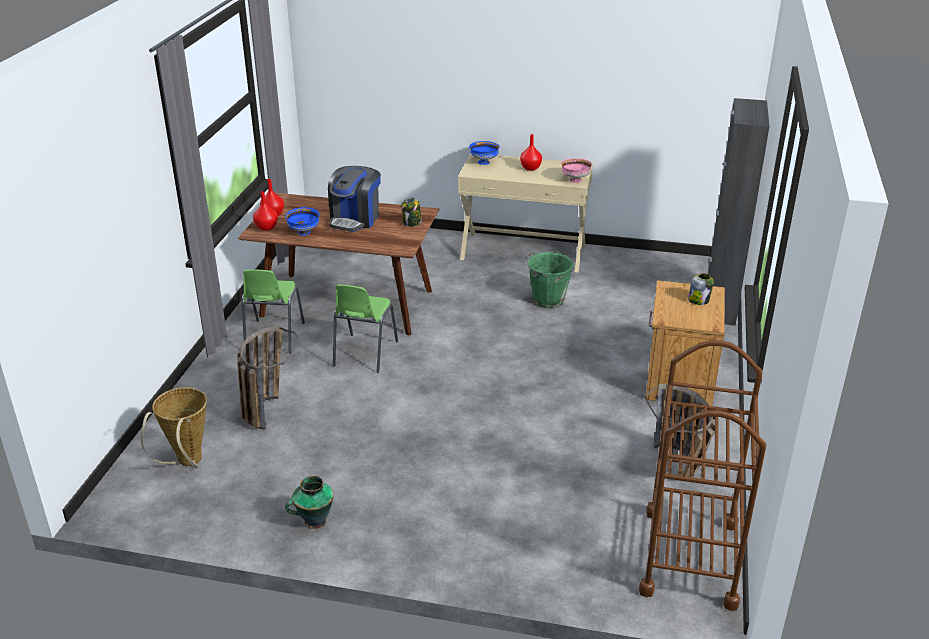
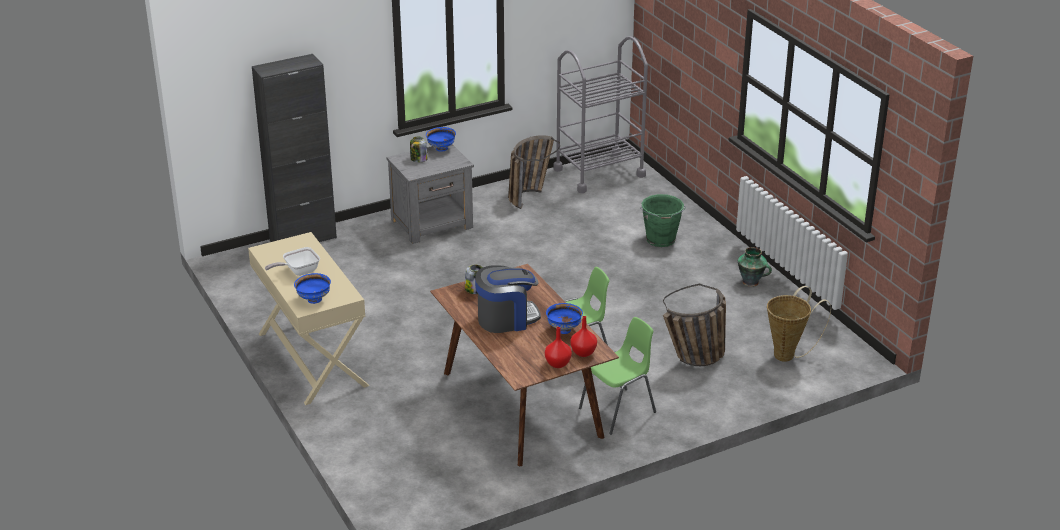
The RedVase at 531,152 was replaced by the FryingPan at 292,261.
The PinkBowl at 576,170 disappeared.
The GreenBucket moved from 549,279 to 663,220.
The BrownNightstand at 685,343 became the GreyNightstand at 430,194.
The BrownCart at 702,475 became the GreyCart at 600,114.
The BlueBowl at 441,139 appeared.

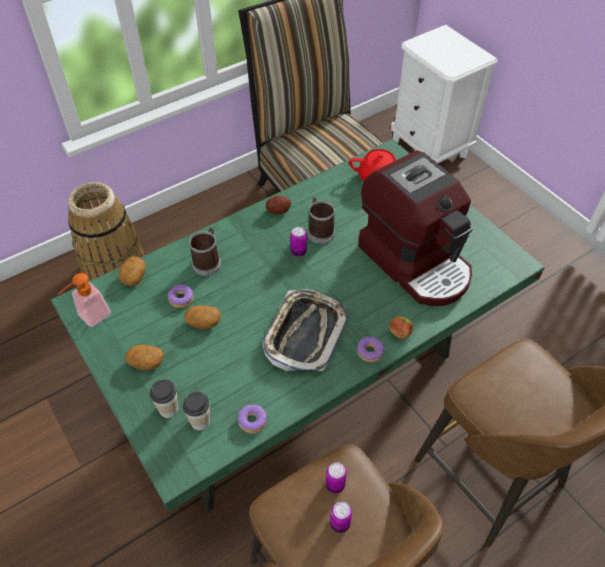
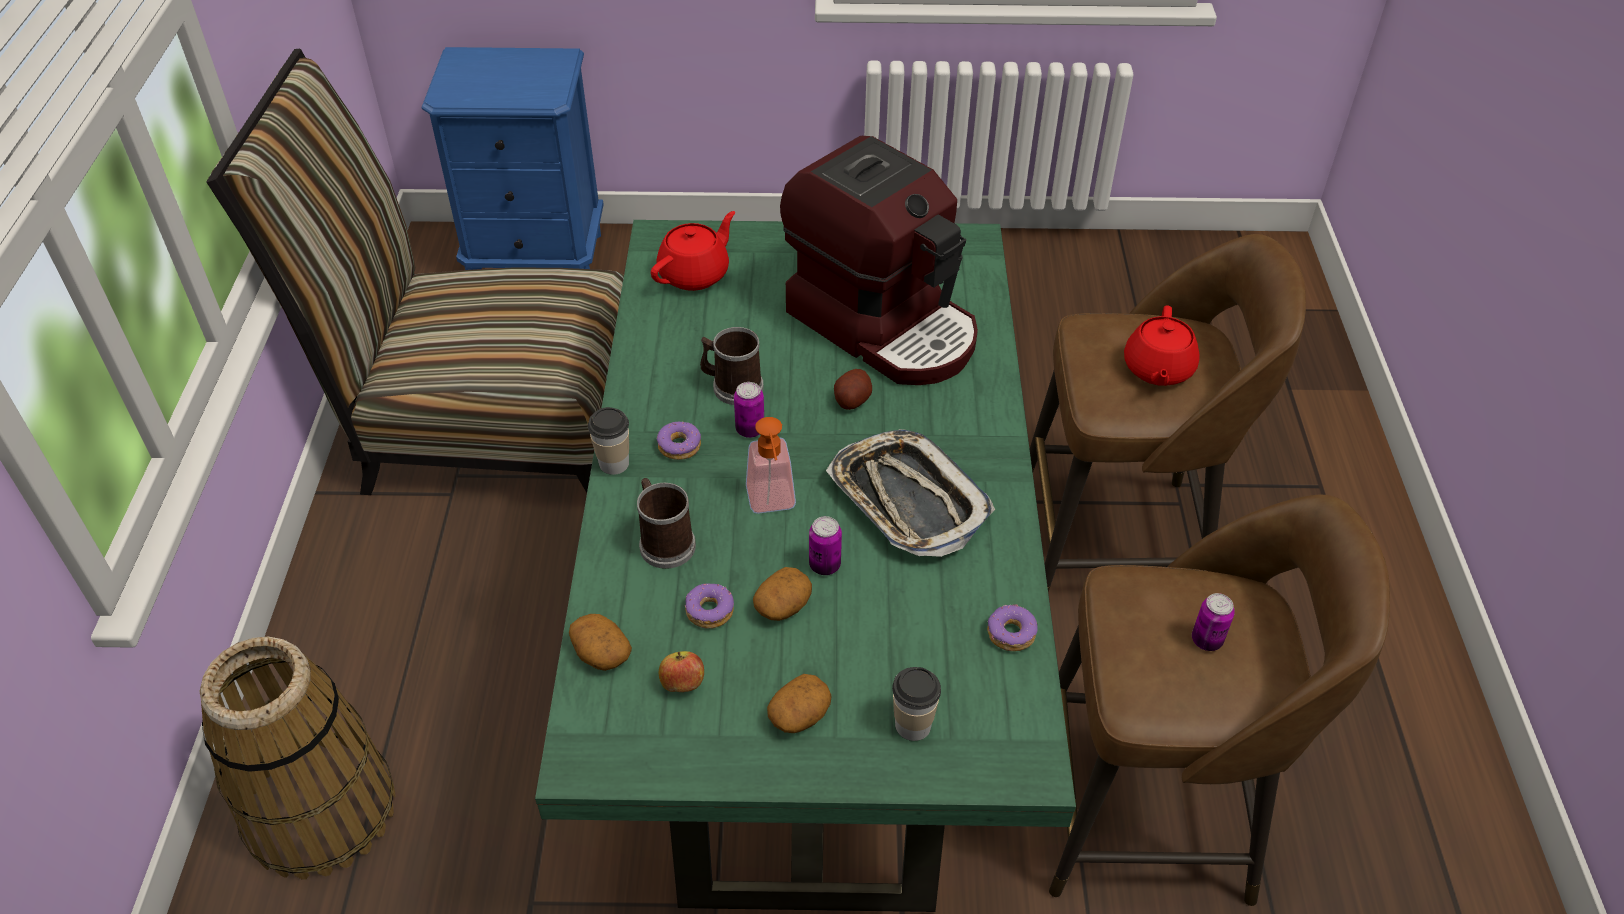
The WhiteNightstand at 444,94 became the BlueNightstand at 513,158.
The CoffeeMachine at 415,228 turned 45 degrees clockwise.
The Potato moved from 278,205 to 853,389.
The SoapDispenser moved from 84,300 to 771,465.
The Apple moved from 401,327 to 681,671.
The Donut moved from 370,349 to 679,441.
The Cup moved from 196,410 to 608,441.
The Can moved from 336,478 to 825,545.
The RedTeapot at 1162,346 appeared.

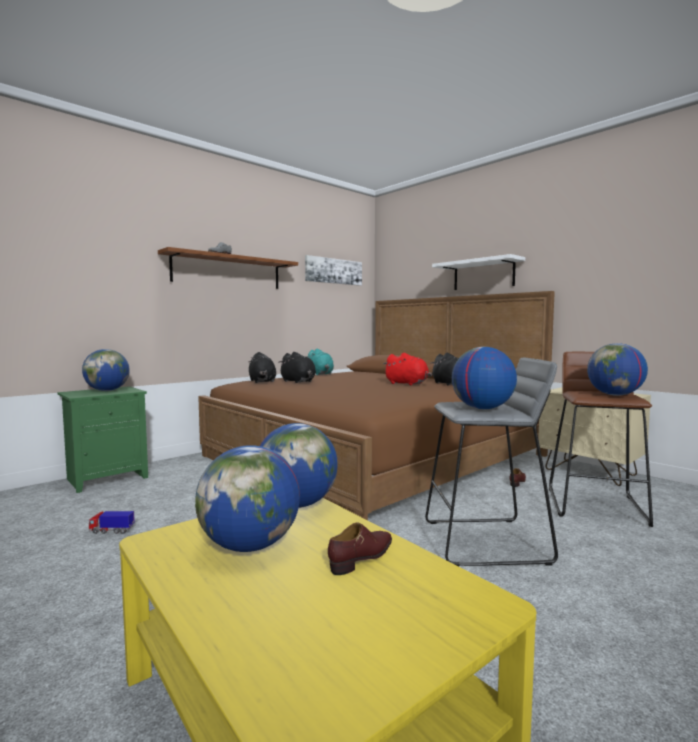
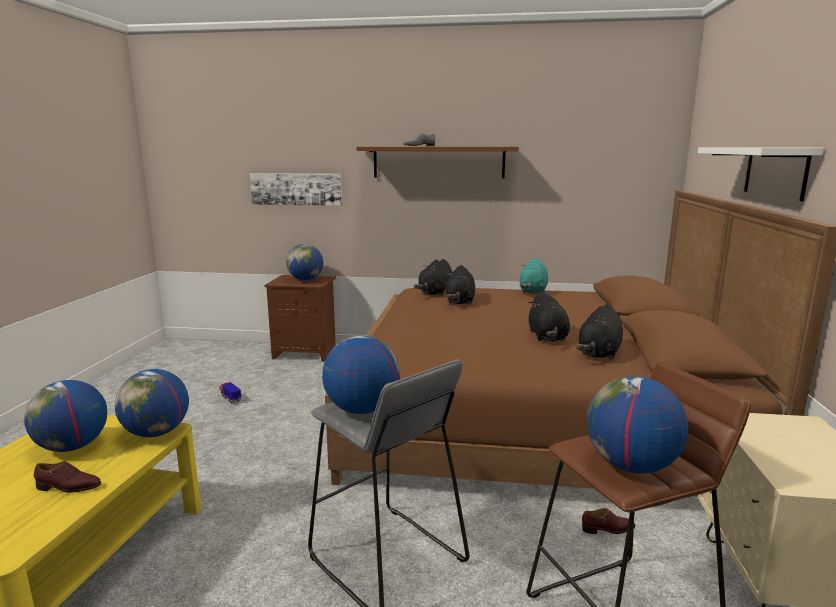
The Picture moved from 333,270 to 296,189.
The RedPlushToy at 407,369 became the BlackPlushToy at 549,316.
The GreenNightstand at 102,439 became the BrownNightstand at 300,318.

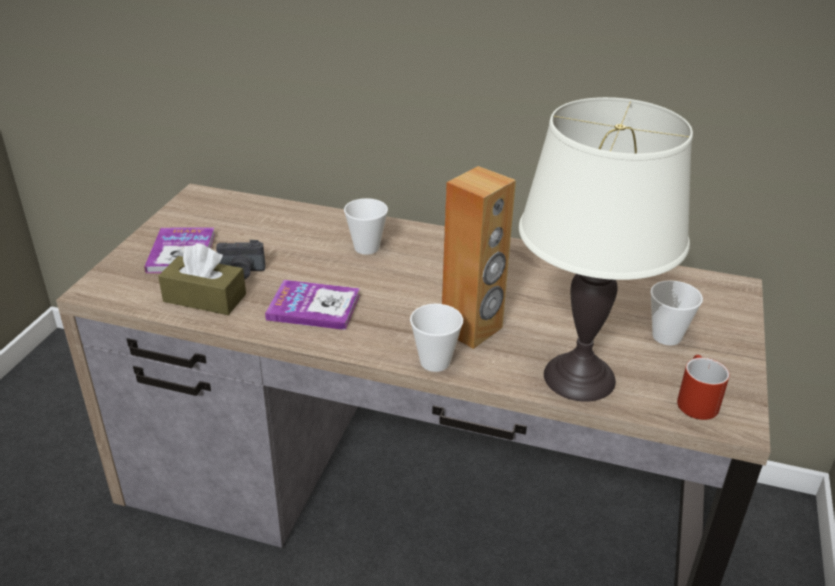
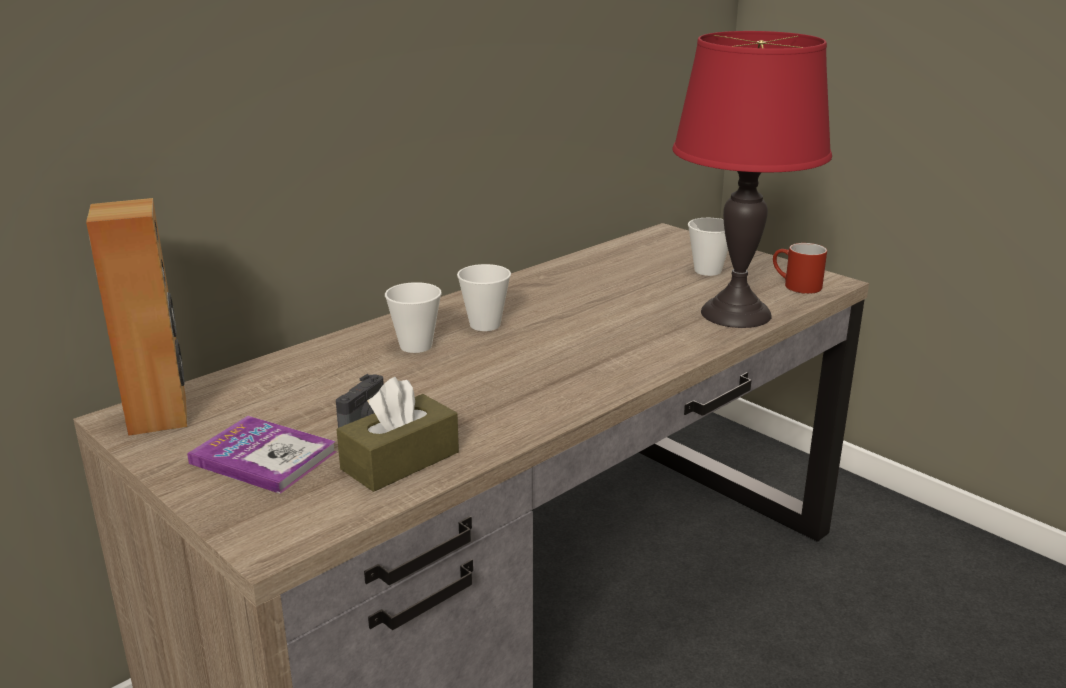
The WhiteTableLamp at 606,249 became the RedTableLamp at 752,179.
The BrownSpeaker moved from 479,257 to 136,317.
The Book at 312,305 disappeared.
The Cup moved from 436,338 to 484,297.

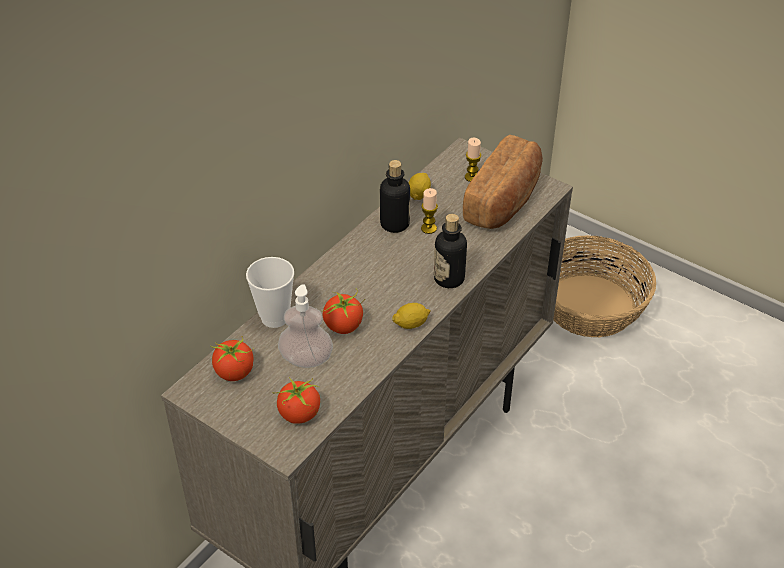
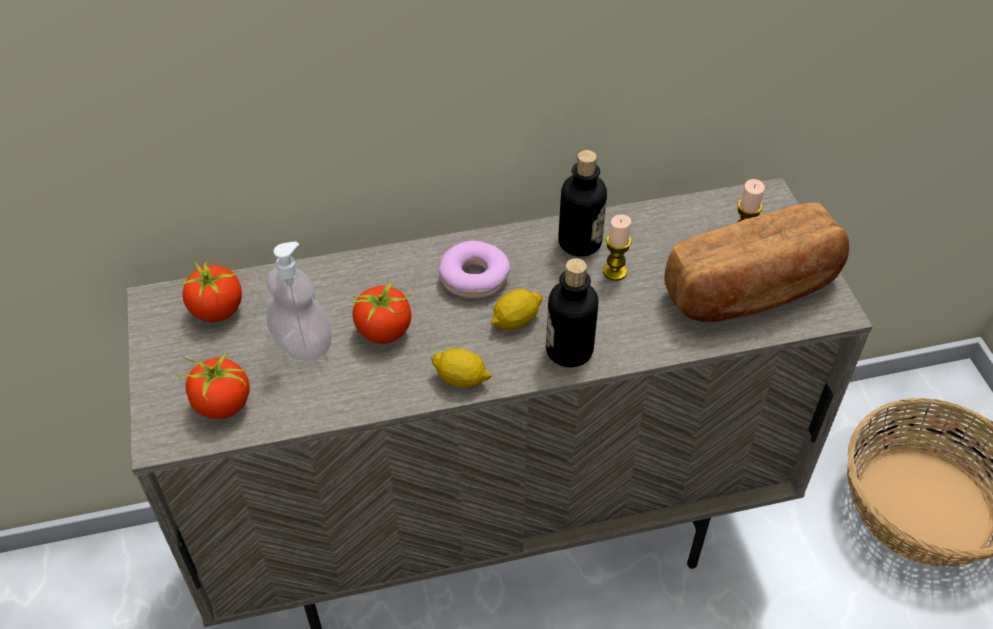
The Lemon moved from 420,186 to 517,309.
The Cup at 270,292 disappeared.
The Donut at 474,269 appeared.

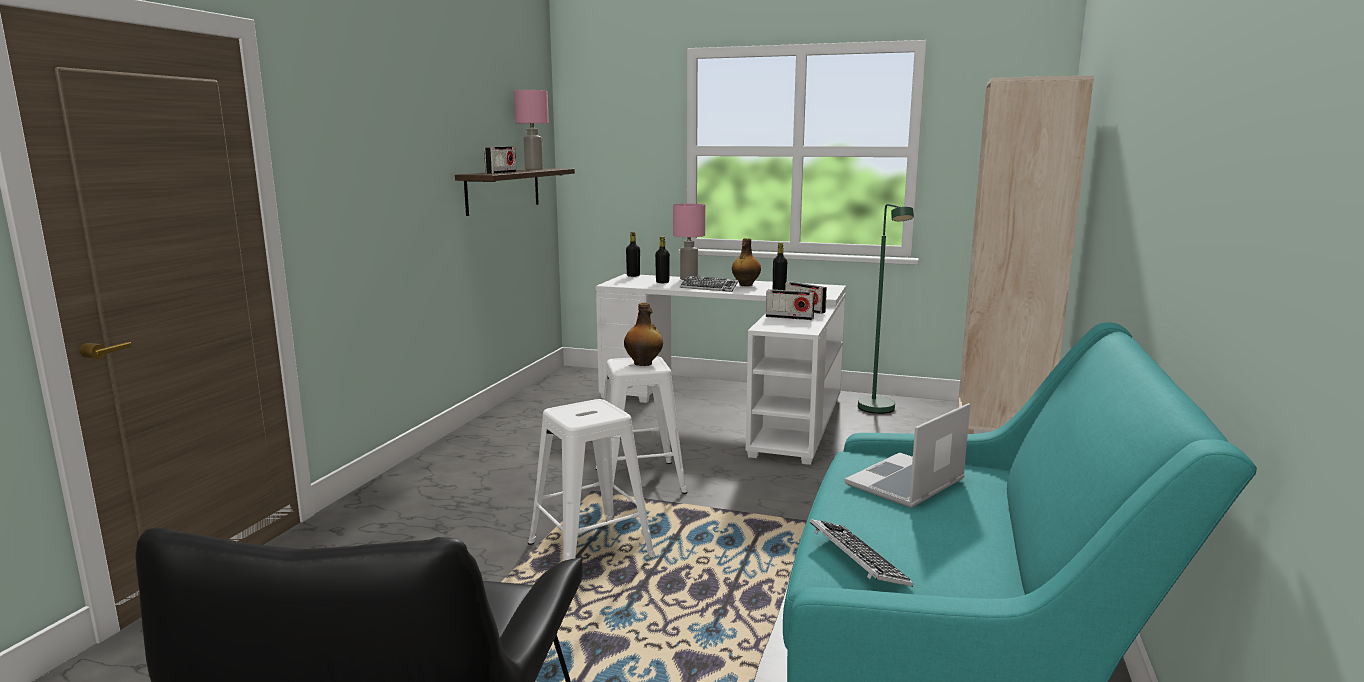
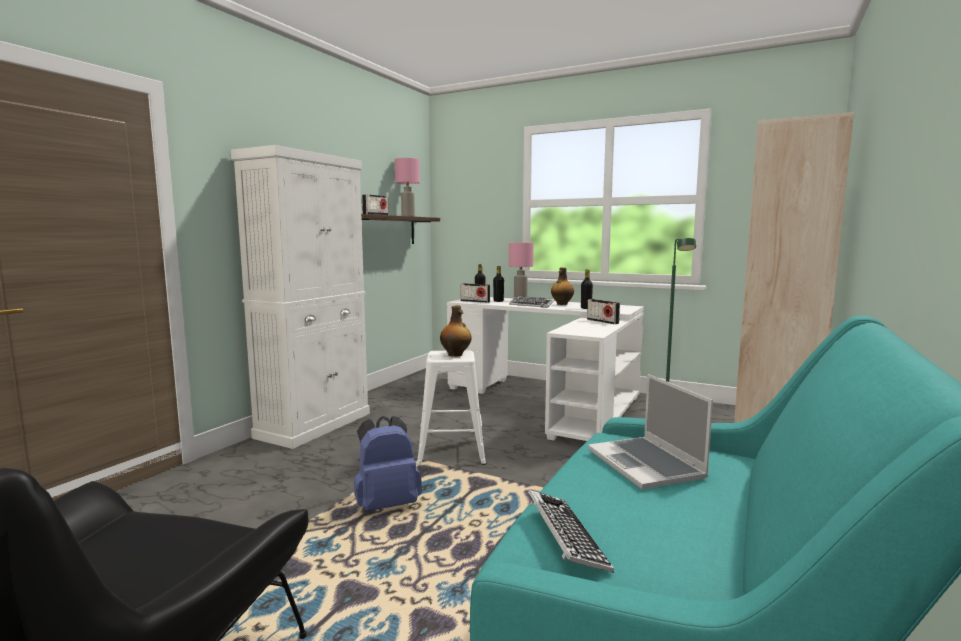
The Radio moved from 790,304 to 475,293.
The WhiteStool at 592,480 was replaced by the BlueBackpack at 388,463.
The Laptop at 907,455 turned 75 degrees counterclockwise.
The WhiteCabinet at 300,297 appeared.

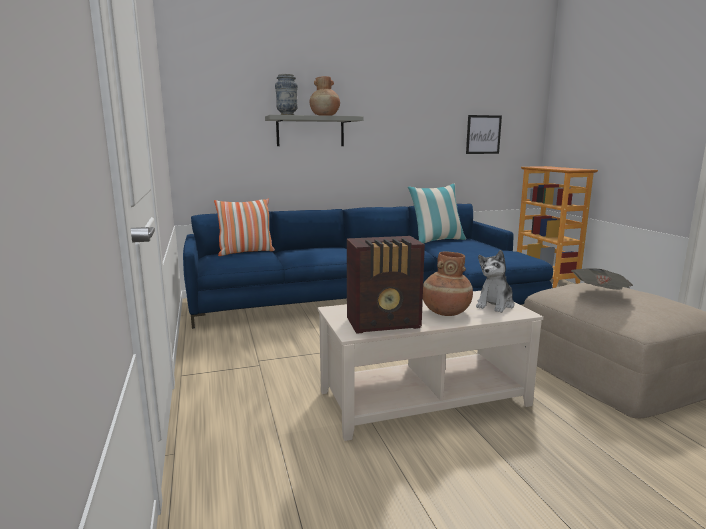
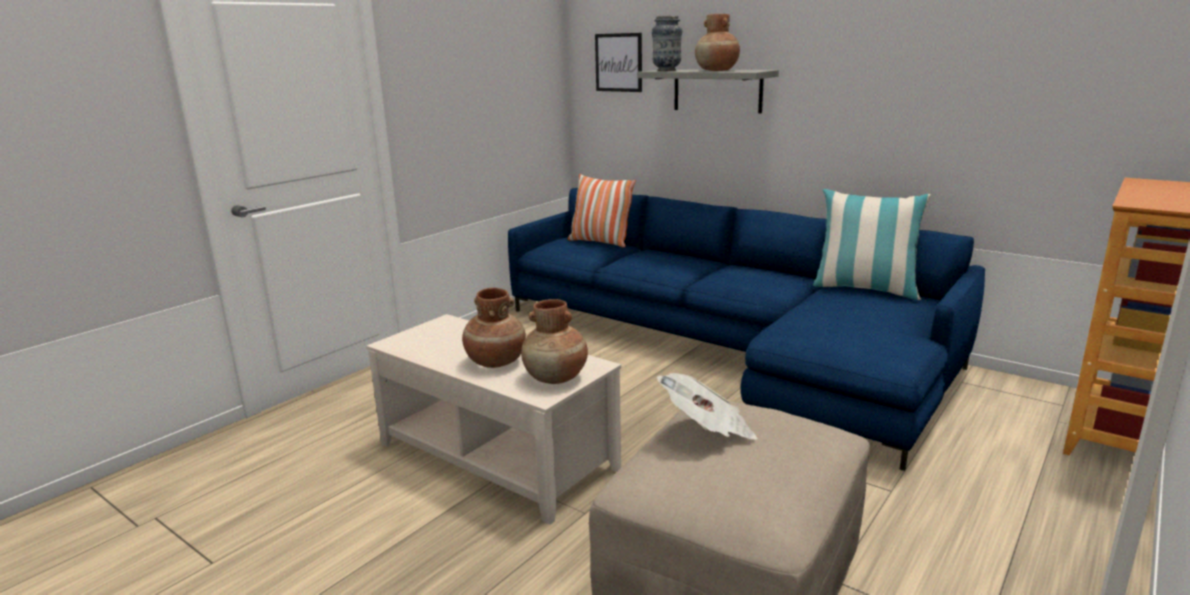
The Picture moved from 484,134 to 618,62.
The Radio at 386,285 disappeared.
The PlushToy at 495,281 was replaced by the BrownVase at 554,341.

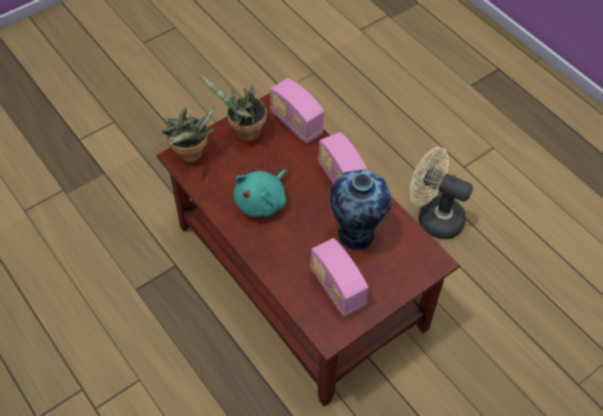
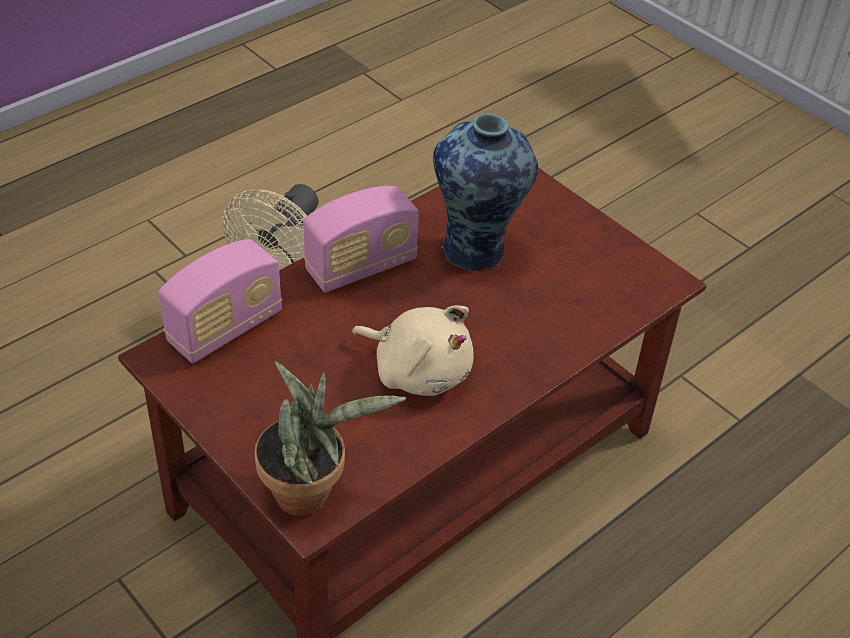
The PottedPlant at 233,108 disappeared.
The TurquoisePlushToy at 261,193 became the BeigePlushToy at 413,350.
The Radio at 339,277 disappeared.

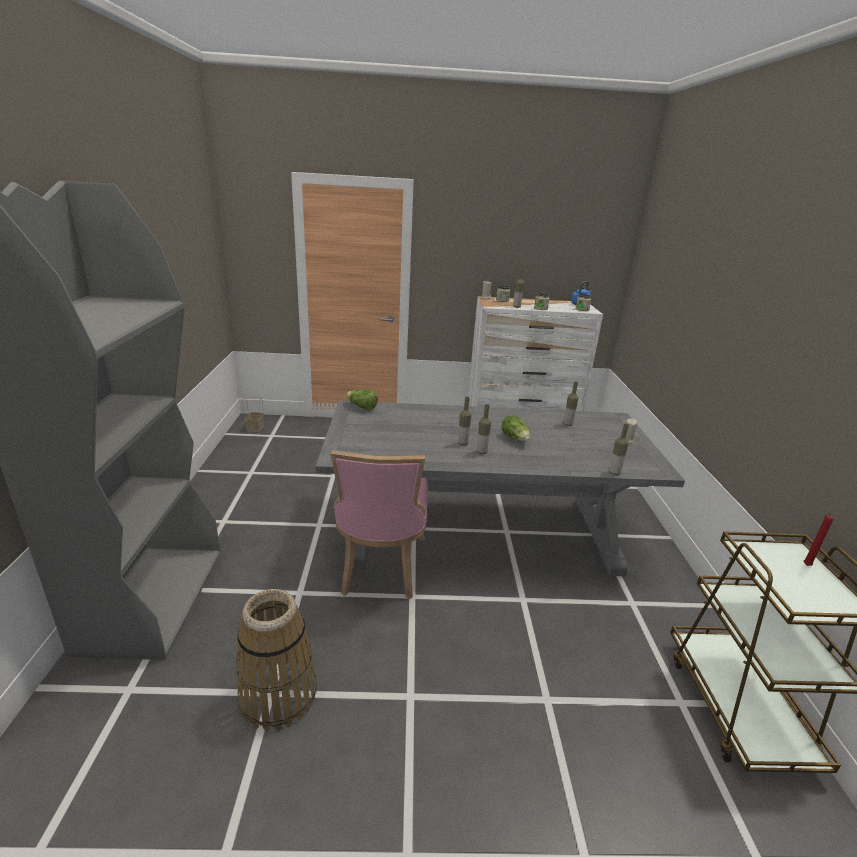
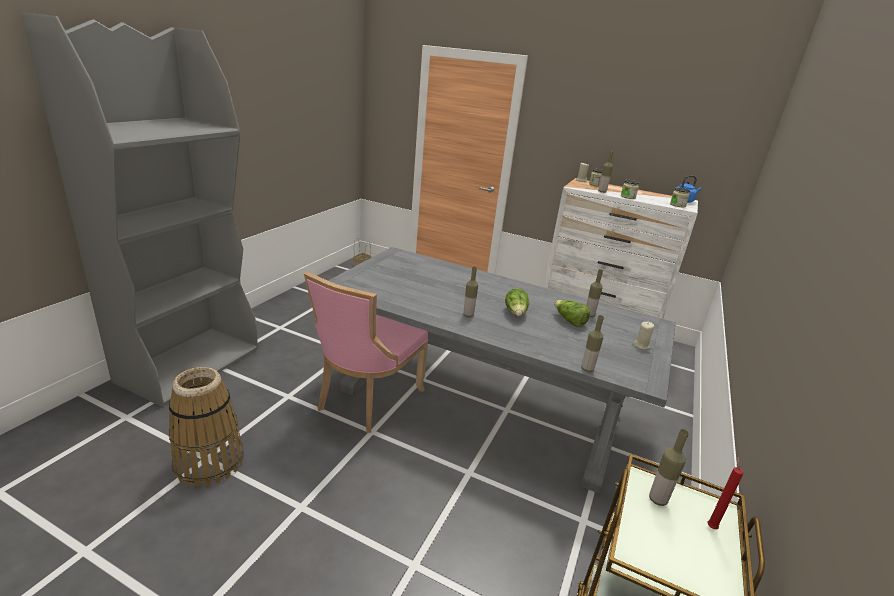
The Lettuce moved from 362,399 to 572,313.
The Bottle moved from 464,421 to 669,467.

